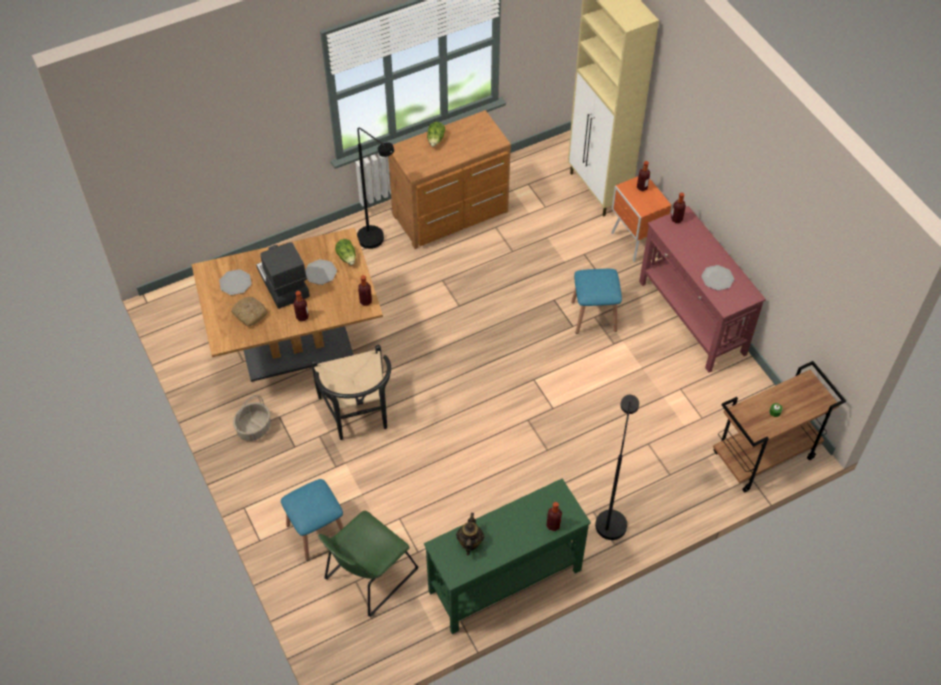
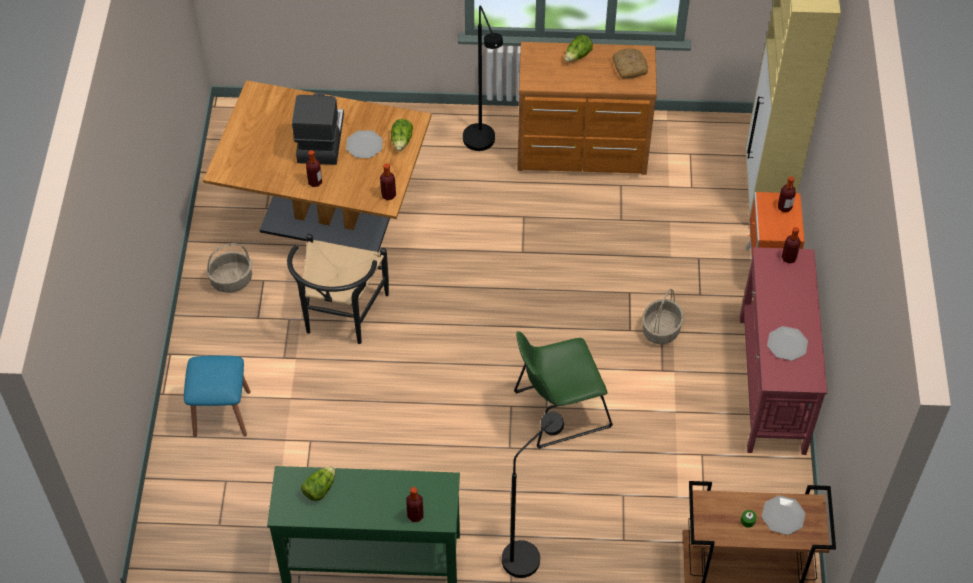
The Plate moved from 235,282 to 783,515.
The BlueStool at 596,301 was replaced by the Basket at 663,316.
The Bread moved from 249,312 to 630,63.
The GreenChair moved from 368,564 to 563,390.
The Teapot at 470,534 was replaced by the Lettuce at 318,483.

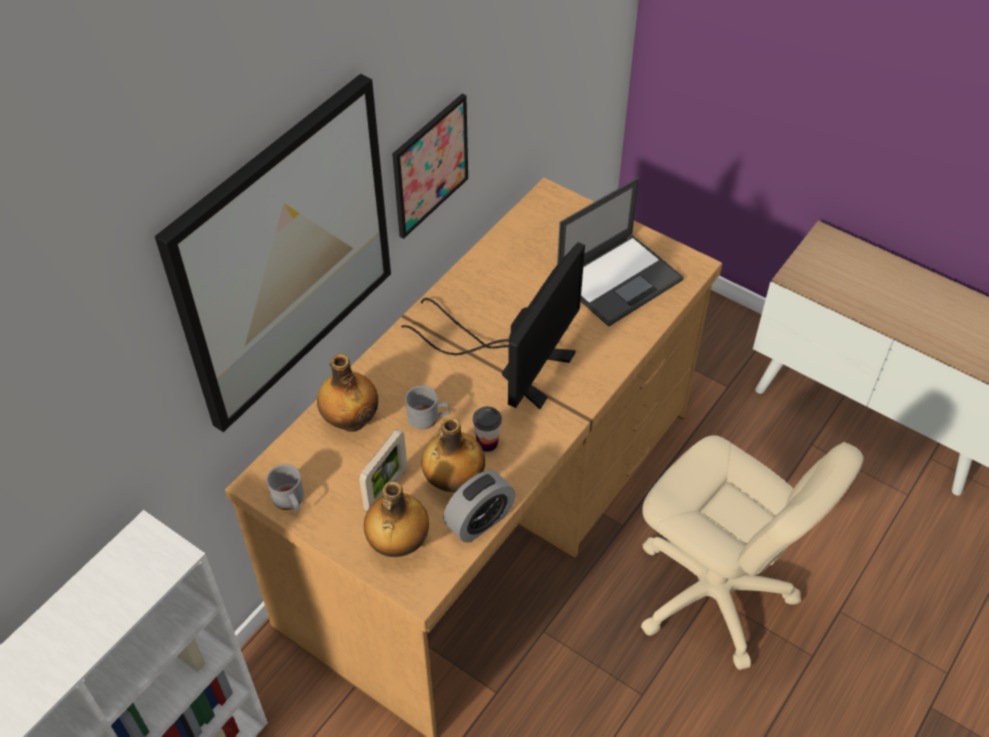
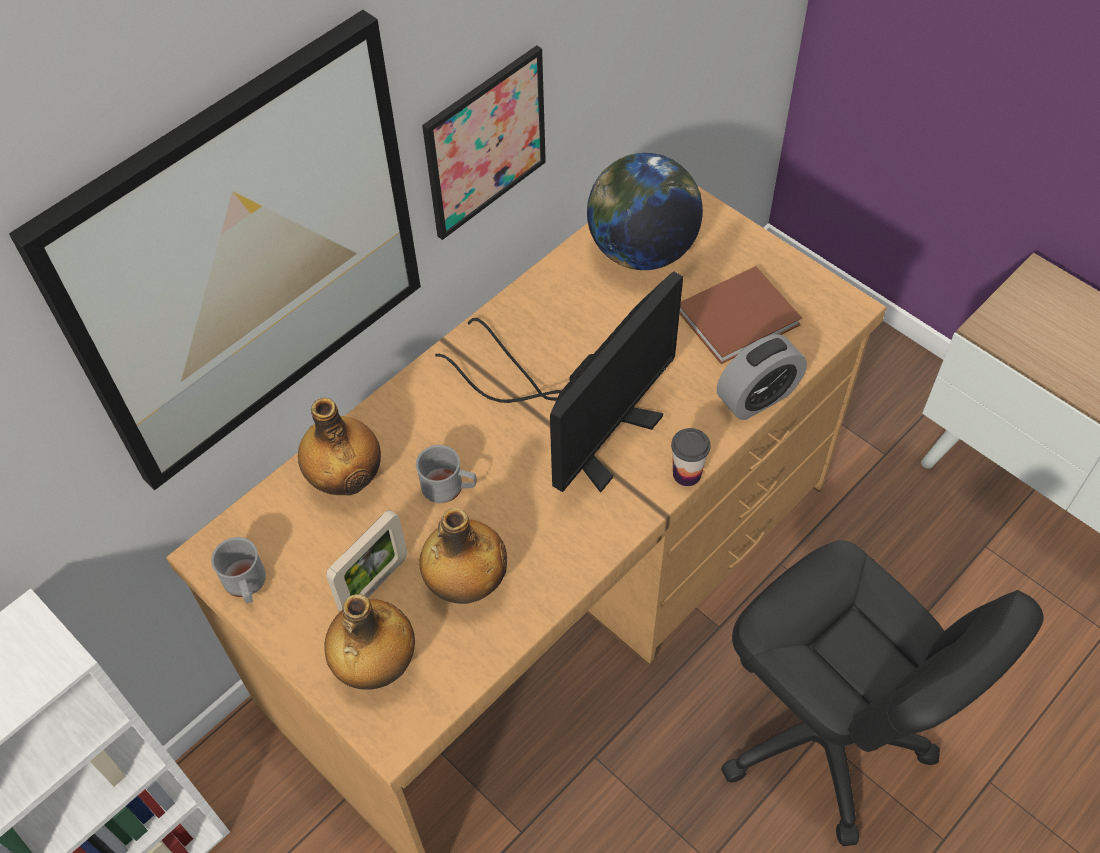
The Laptop at 620,252 was replaced by the BrownBook at 741,315.
The Cup moved from 487,429 to 690,457.
The BeigeOfficeChair at 752,552 became the BlackOfficeChair at 882,693.
The AlarmClock moved from 479,506 to 762,377.
The Globe at 645,211 appeared.

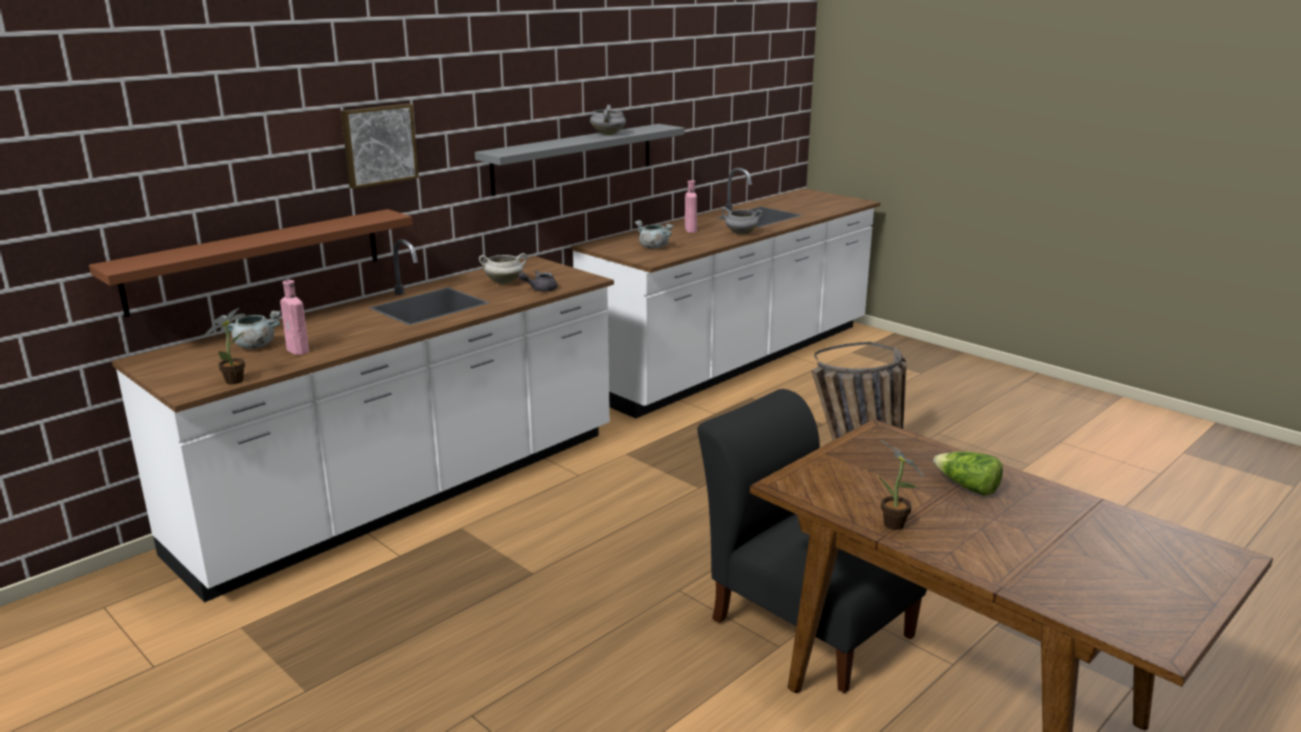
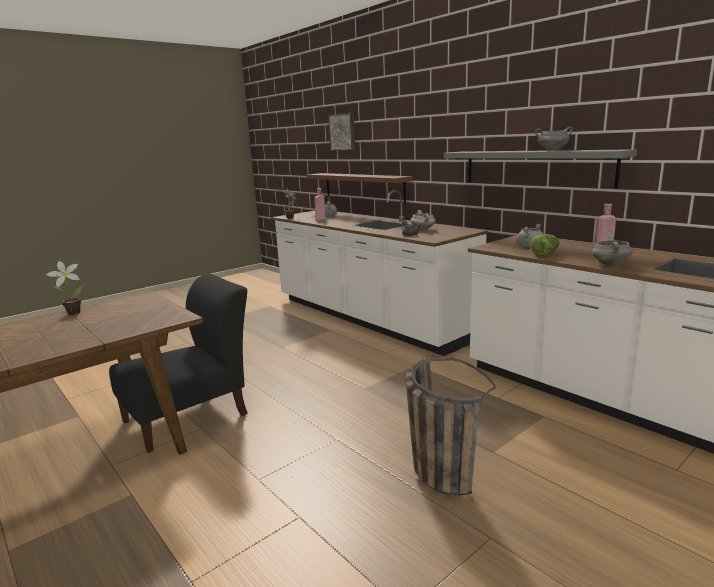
The Picture moved from 380,146 to 341,132.
The Lettuce moved from 968,473 to 544,245.

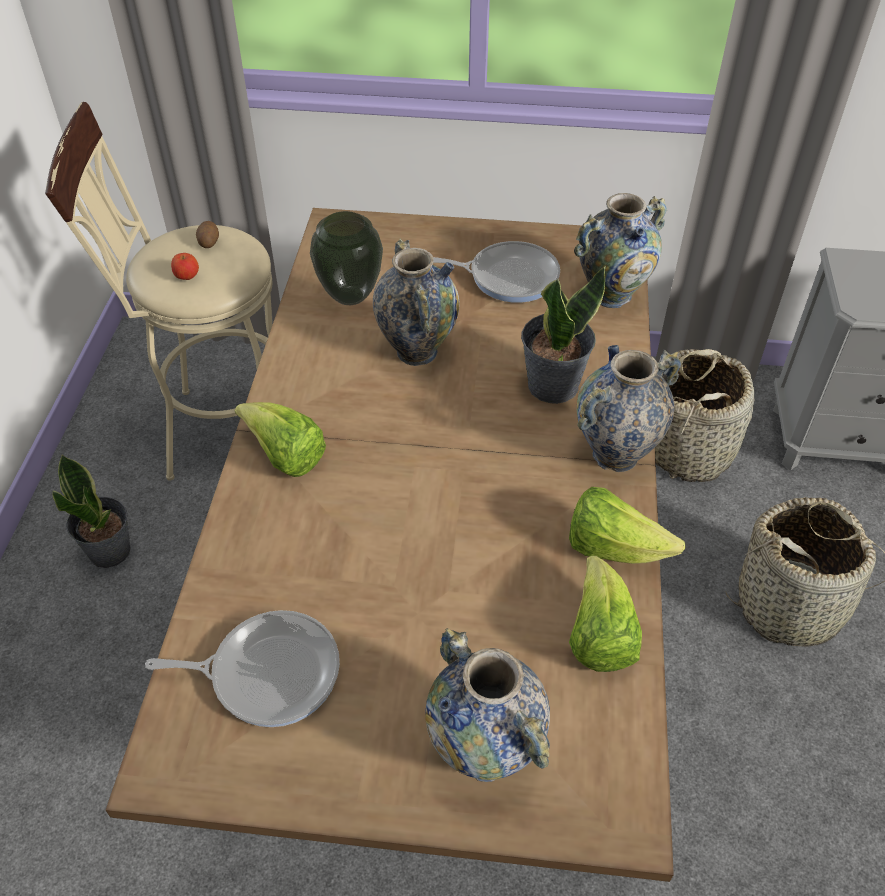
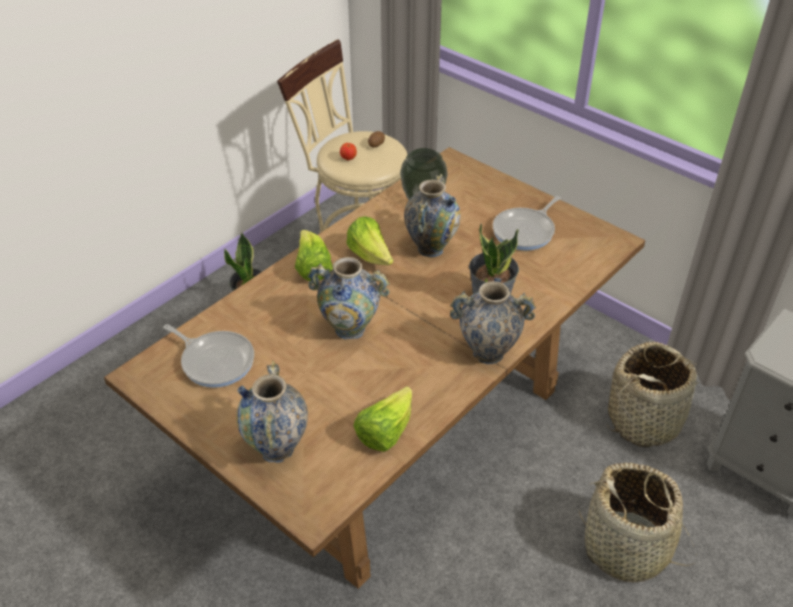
The Vase moved from 620,250 to 349,298.
The FryingPan at 496,272 turned 90 degrees clockwise.
The Lettuce moved from 627,525 to 370,240.

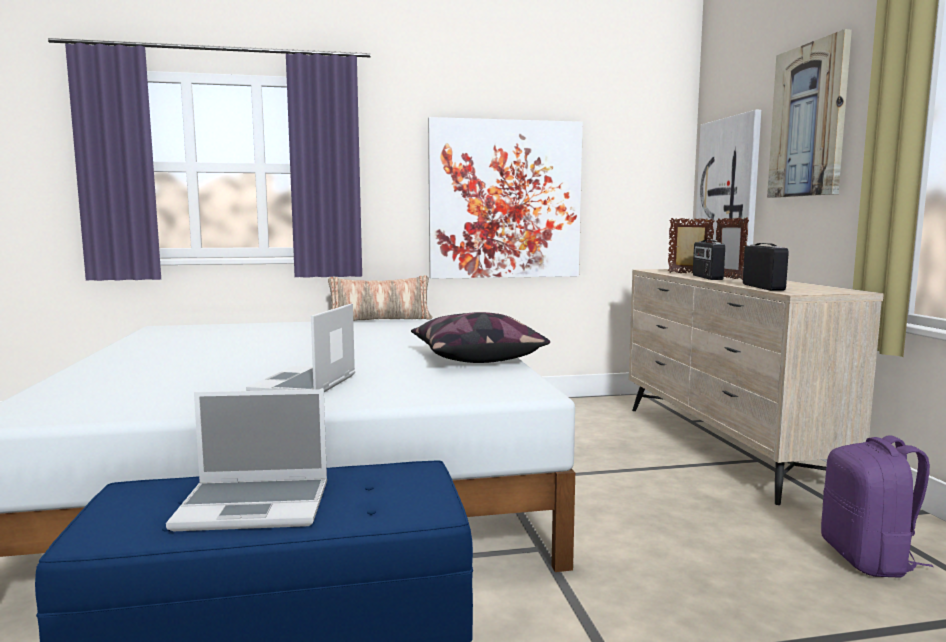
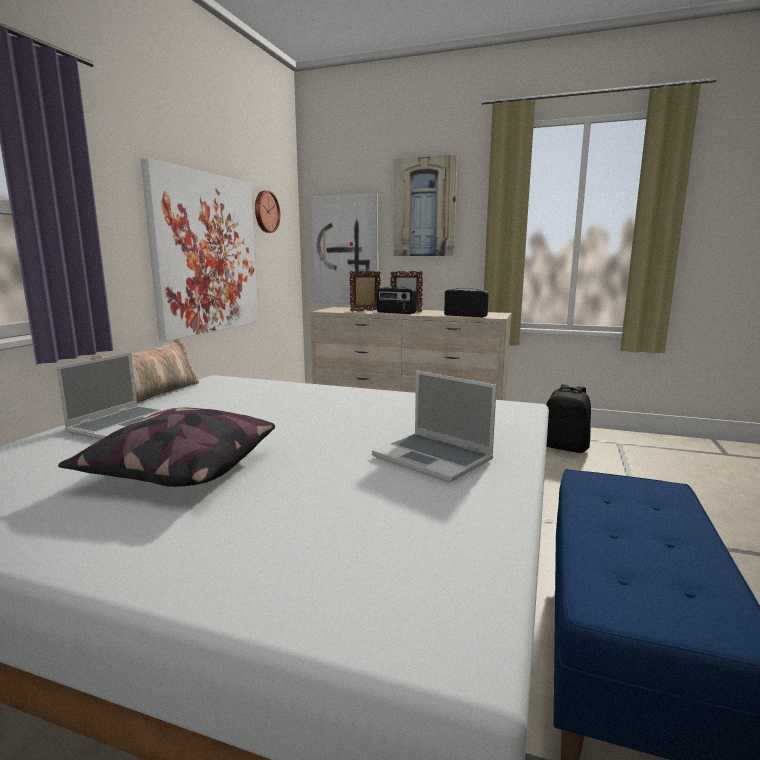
The Pillow moved from 480,337 to 166,447.
The Laptop moved from 246,460 to 110,396.
The PurpleBackpack at 877,506 became the BlackBackpack at 568,418.
The WallClock at 267,211 appeared.

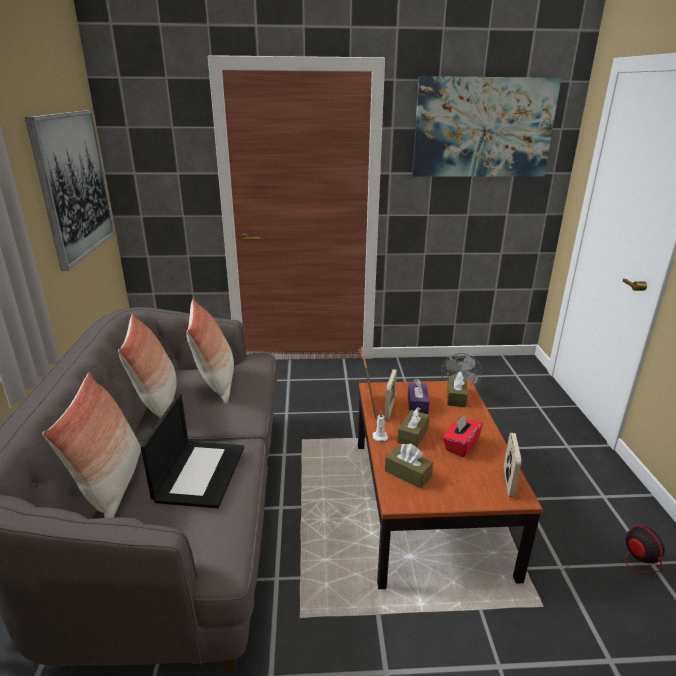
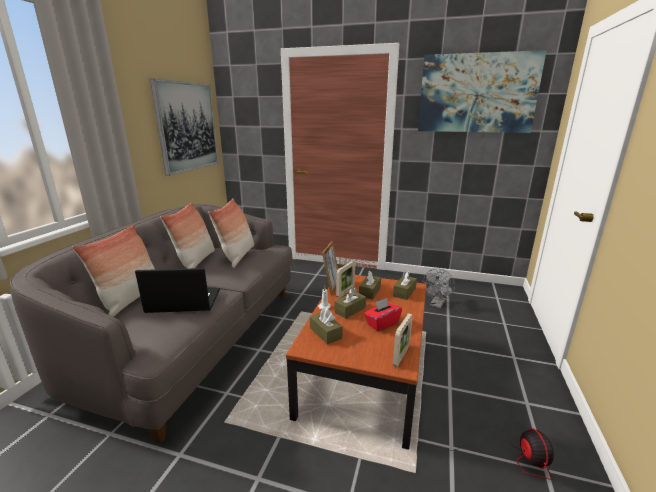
The PurpleTissueBox at 419,396 became the BrownTissueBox at 370,285.
The Laptop at 192,451 turned 120 degrees counterclockwise.

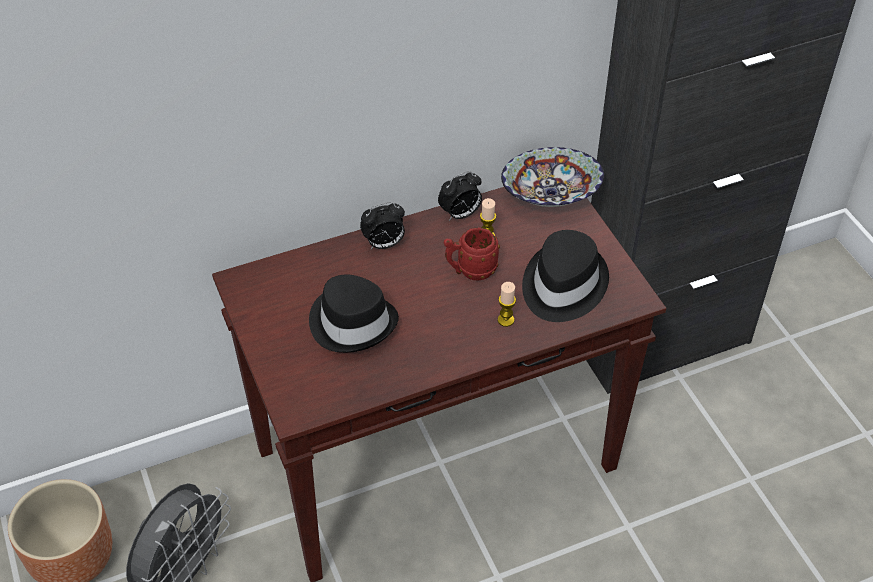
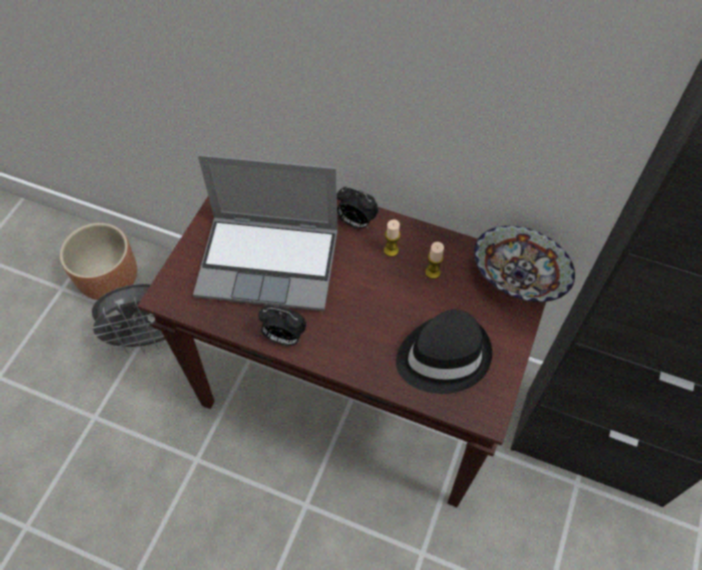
The AlarmClock moved from 460,196 to 283,325.
The RedMug at 472,254 disappeared.
The BlackHat at 354,314 was replaced by the Laptop at 265,232.
The Candle moved from 507,304 to 392,238.

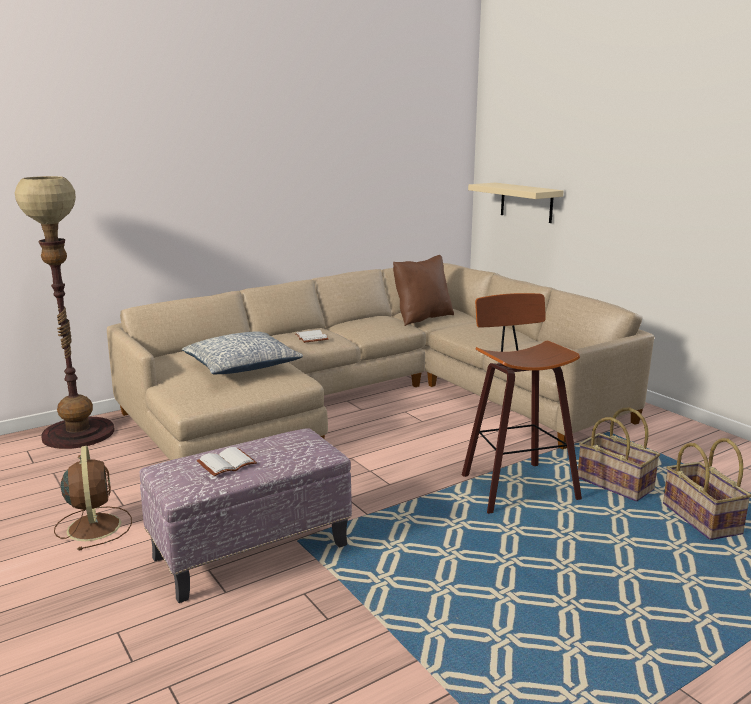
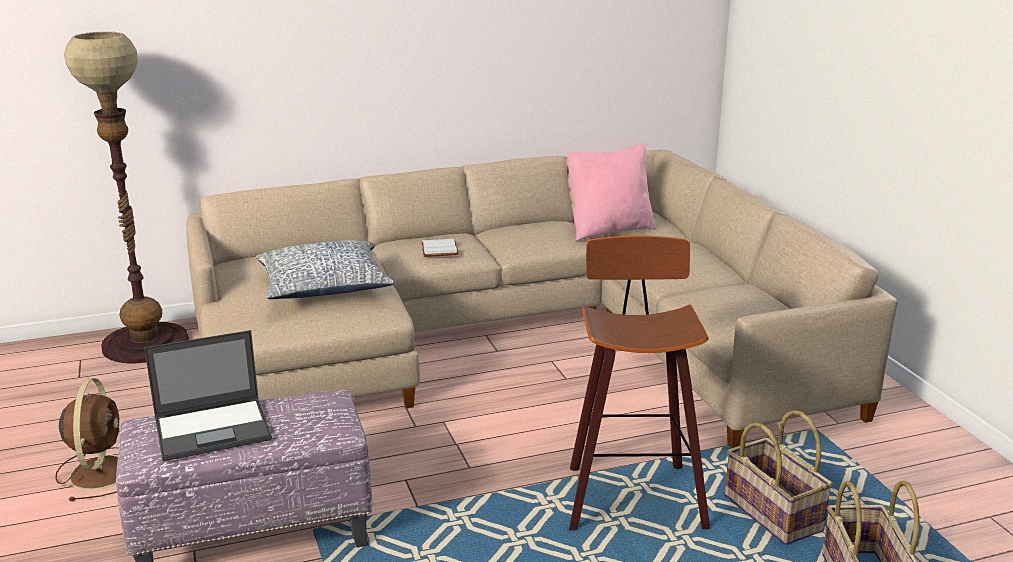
The BeigeShelf at 516,203 disappeared.
The BrownPillow at 423,290 became the PinkPillow at 611,192.
The WhiteBook at 227,461 was replaced by the Laptop at 208,395.

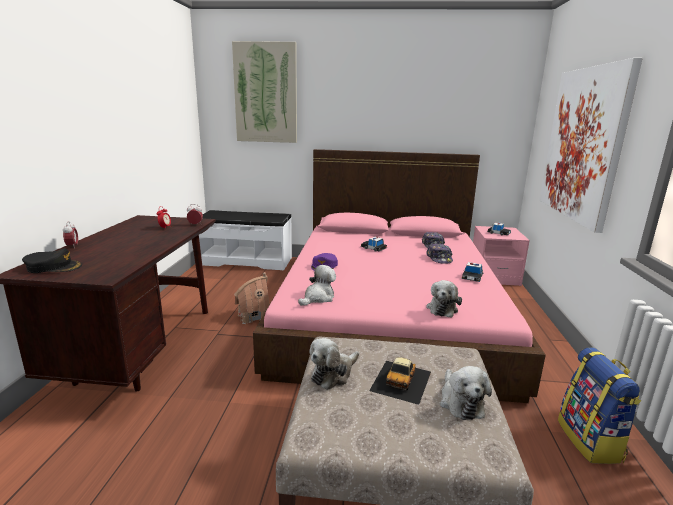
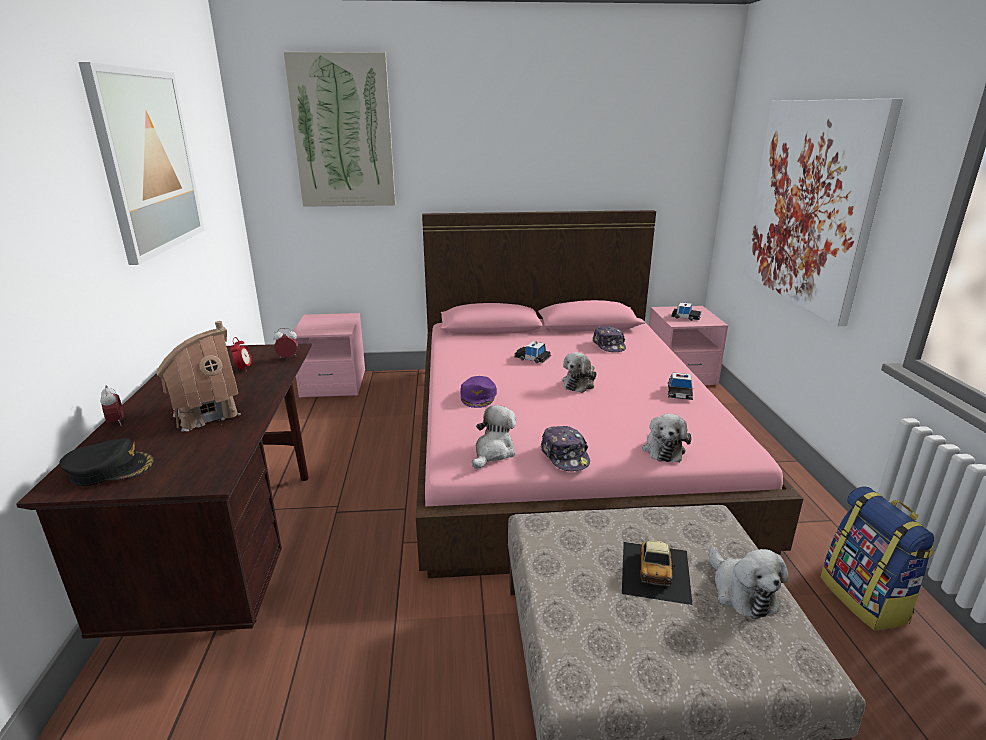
The WhiteBench at 245,240 was replaced by the PinkNightstand at 329,355.
The Cap moved from 439,253 to 565,448.
The ToyHouse moved from 251,298 to 198,376.
The PlushToy moved from 334,364 to 580,372.
The Picture at 141,163 appeared.

